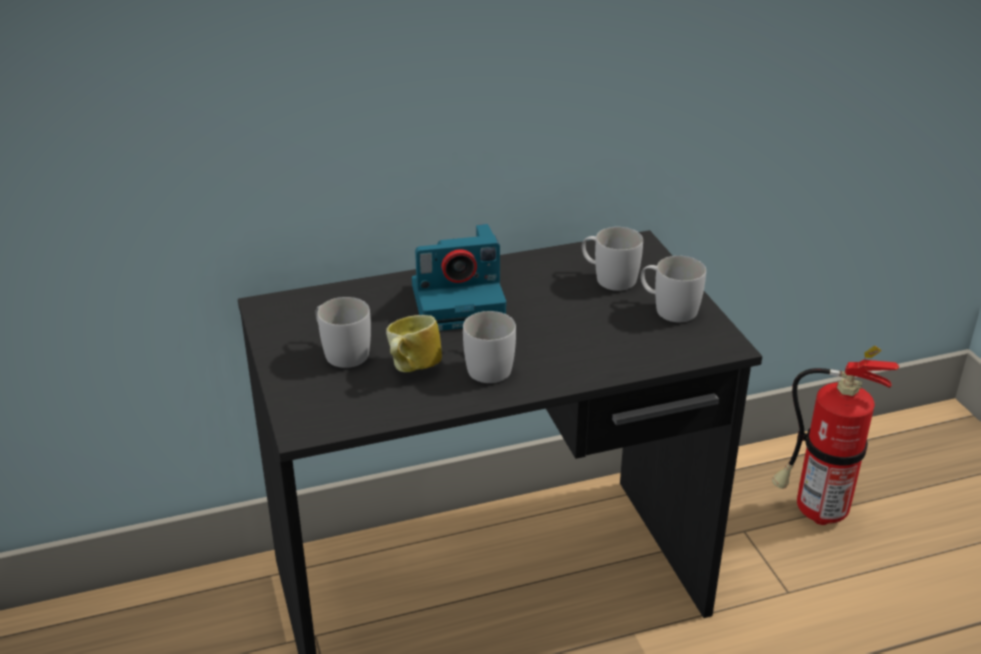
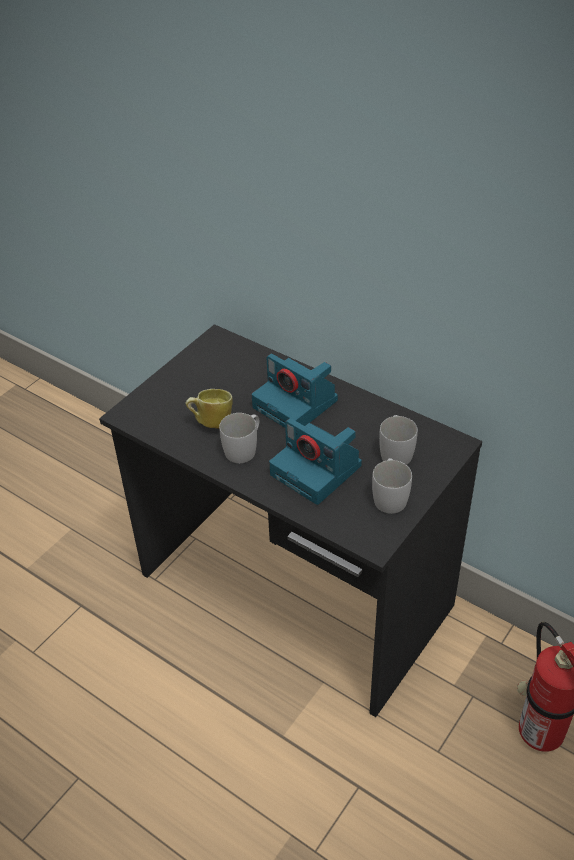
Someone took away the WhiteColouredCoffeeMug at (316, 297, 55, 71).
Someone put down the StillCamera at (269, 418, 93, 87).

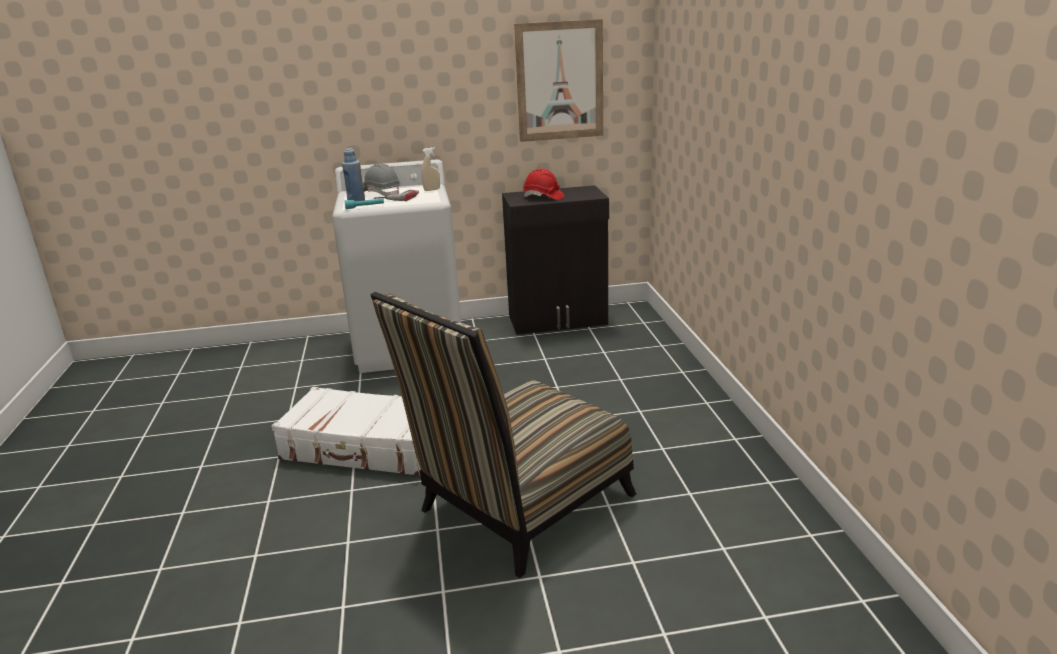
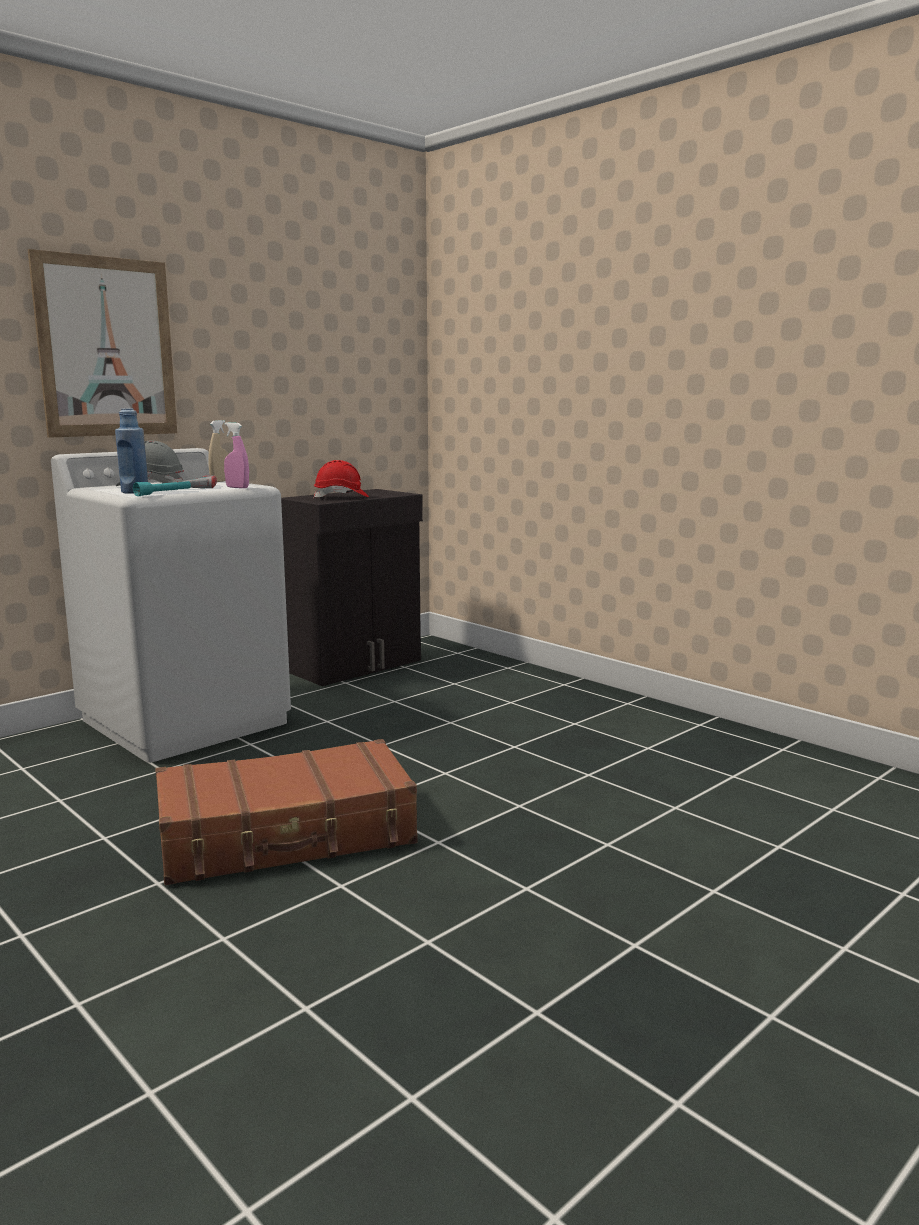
Someone repainted the WhiteColouredTravelCase at (272, 387, 149, 89), which became the BrownTravelCase at (155, 739, 263, 146).
Someone took away the Chair at (371, 292, 265, 286).
Someone carried the WallPicture from (514, 19, 89, 123) to (28, 249, 149, 189).
Someone put down the PinkColouredSprayer at (224, 422, 25, 66).

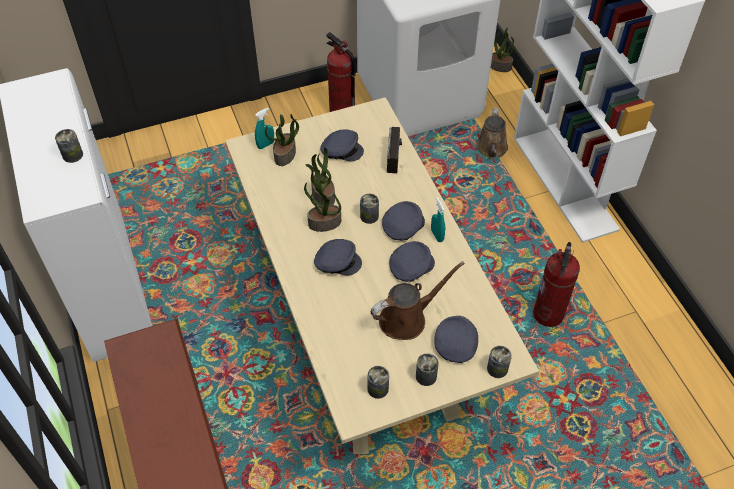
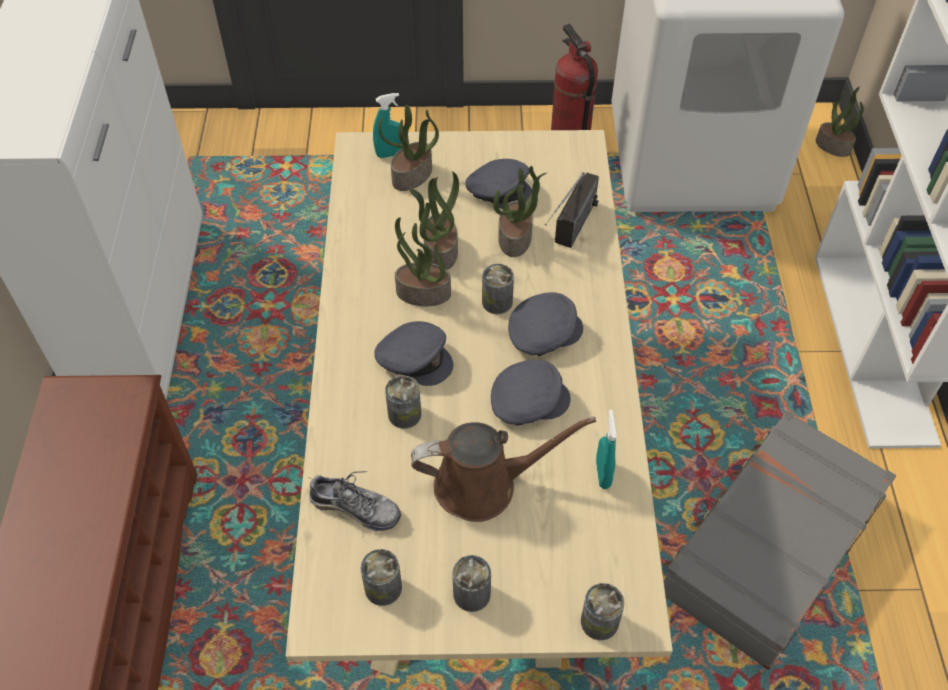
Someone carried the Can from (55, 129, 28, 34) to (385, 375, 36, 54).
Someone carried the BlueGreenSprayer from (431, 197, 14, 45) to (596, 410, 21, 79).
Someone took away the GreyishPeakedCap at (434, 316, 44, 47).
Someone took away the BrownWateringCan at (477, 108, 31, 50).
Someone swapped the FireExtinguisher at (533, 242, 47, 85) for the GreyishTravelCase at (663, 411, 233, 259).
Someone put down the ItemOfFootwear at (307, 471, 94, 60).
Someone put down the Houseplant at (493, 166, 54, 91).

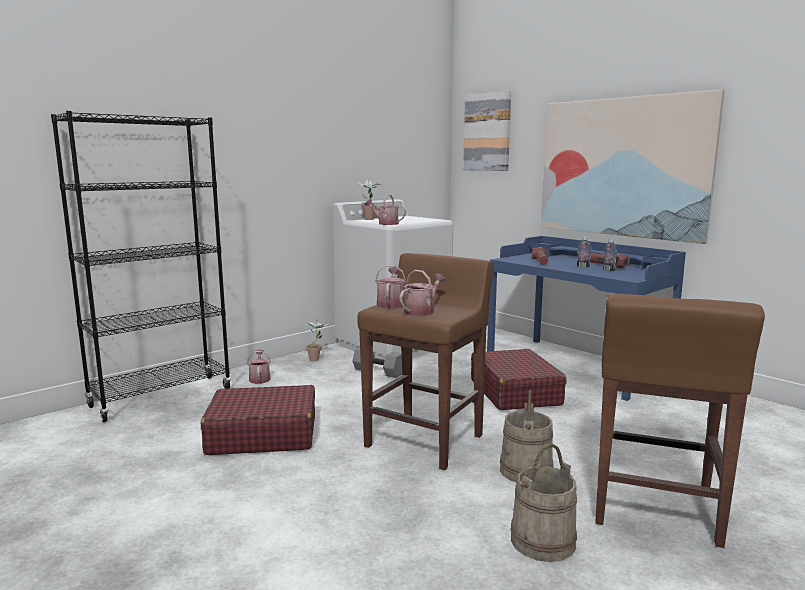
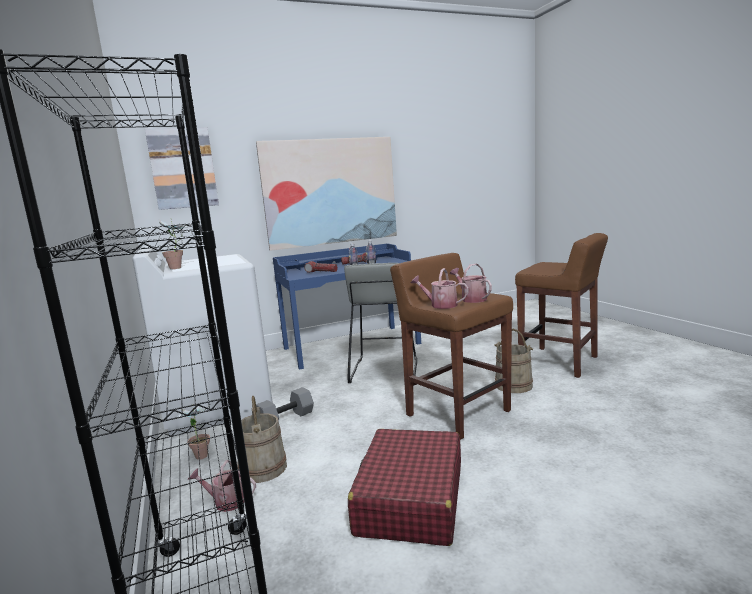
Someone took away the WateringCan at (365, 194, 41, 31).
Someone swapped the RedColouredTravelCase at (471, 349, 96, 61) for the GreyishSittingStool at (344, 263, 73, 120).
Someone carried the SandColouredBucket from (511, 444, 66, 118) to (238, 396, 49, 87).

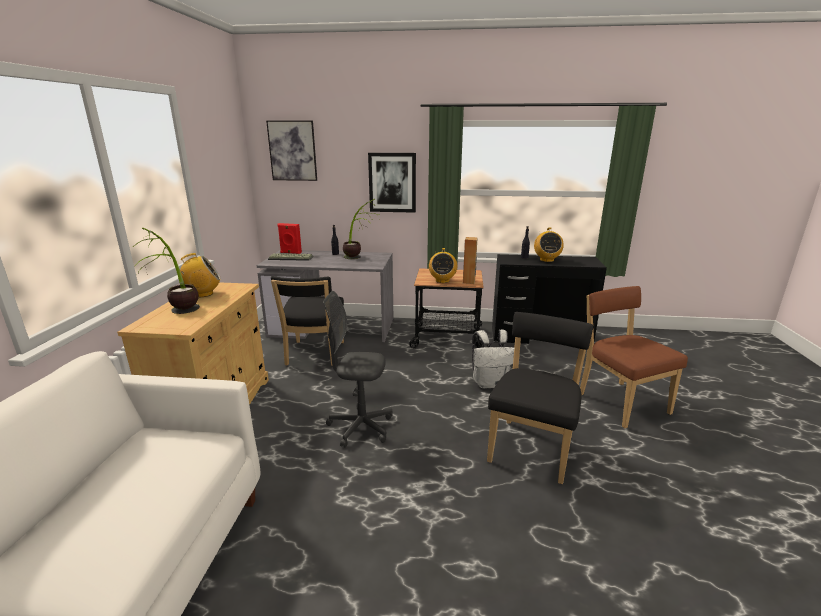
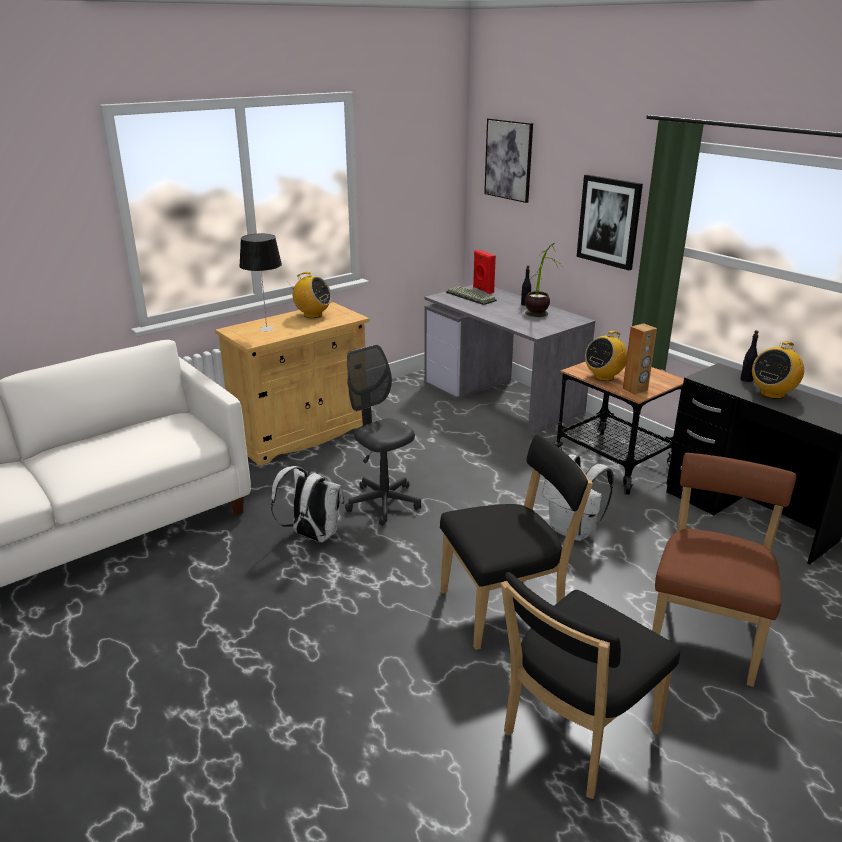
Someone swapped the Houseplant at (133, 228, 67, 86) for the TabletopLamp at (239, 234, 43, 97).
Someone carried the BlackChair from (271, 276, 73, 90) to (501, 572, 179, 227).
Someone put down the WhiteColouredBackpack at (271, 466, 74, 76).

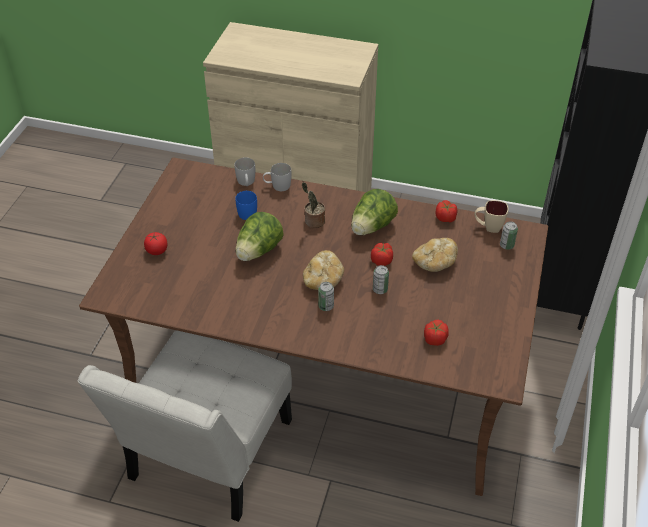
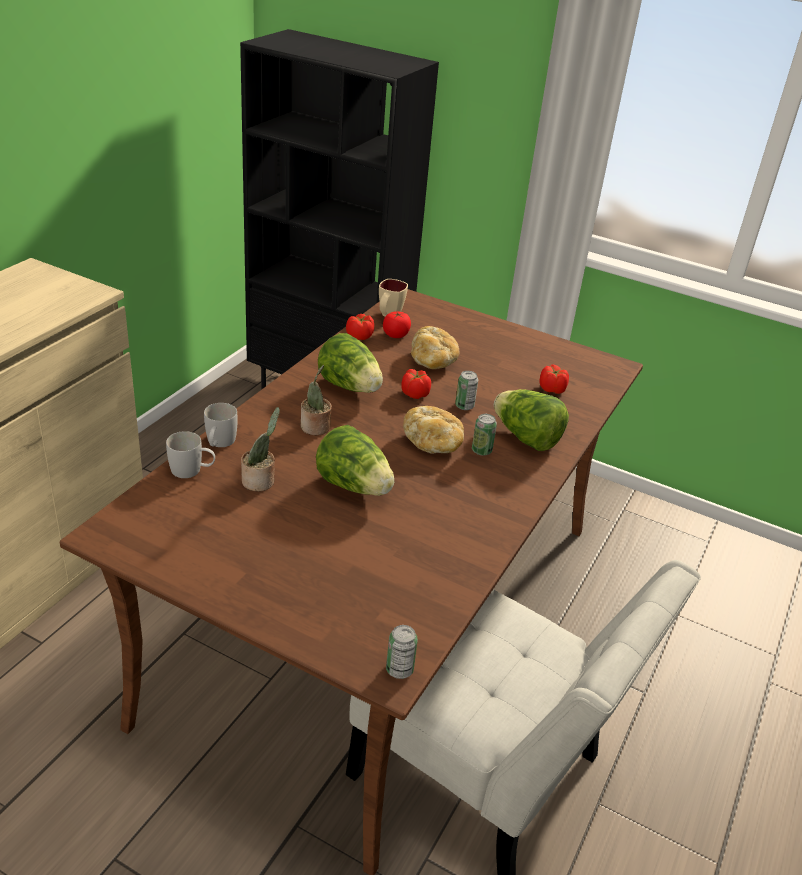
Someone carried the Tomato from (144, 232, 23, 23) to (383, 311, 28, 27).
Someone swapped the BlueColouredCoffeeMug at (235, 191, 22, 29) for the Houseplant at (241, 407, 39, 84).
Someone carried the Can from (500, 222, 18, 28) to (386, 625, 32, 54).
Someone put down the Lettuce at (494, 389, 75, 62).

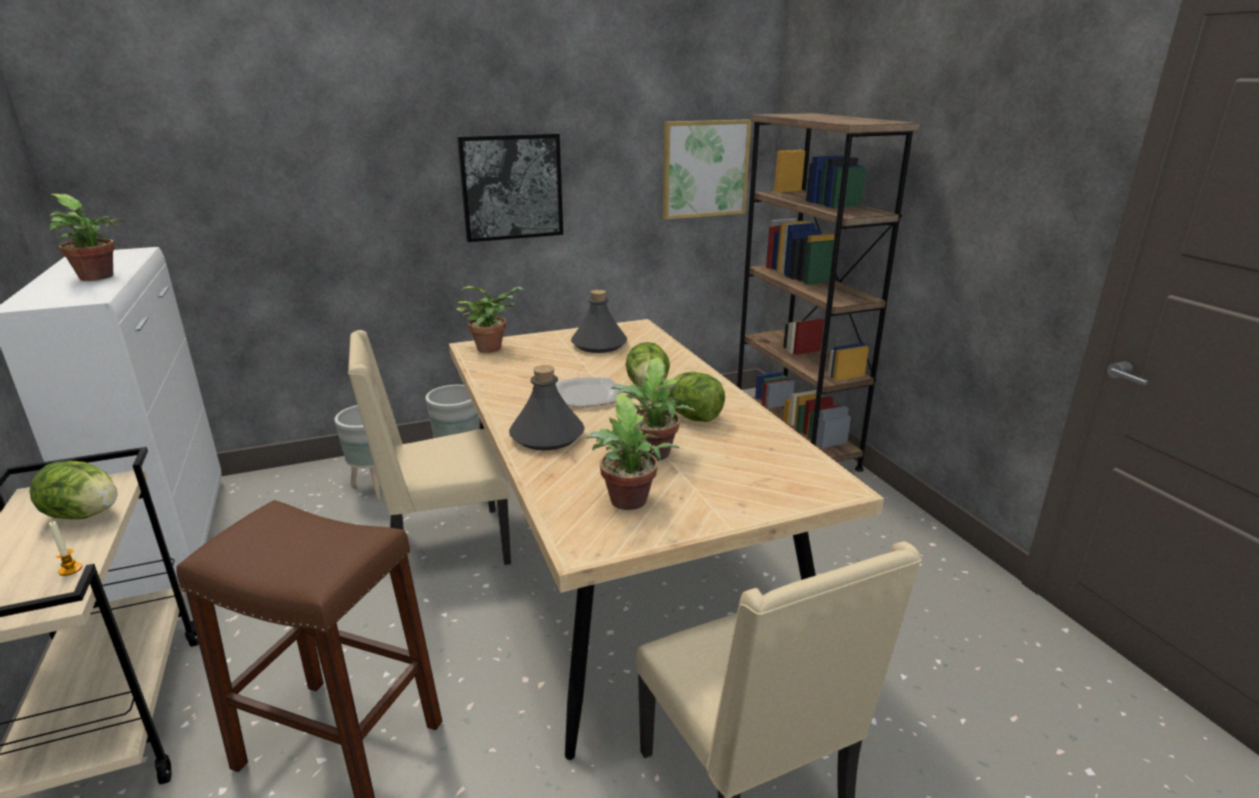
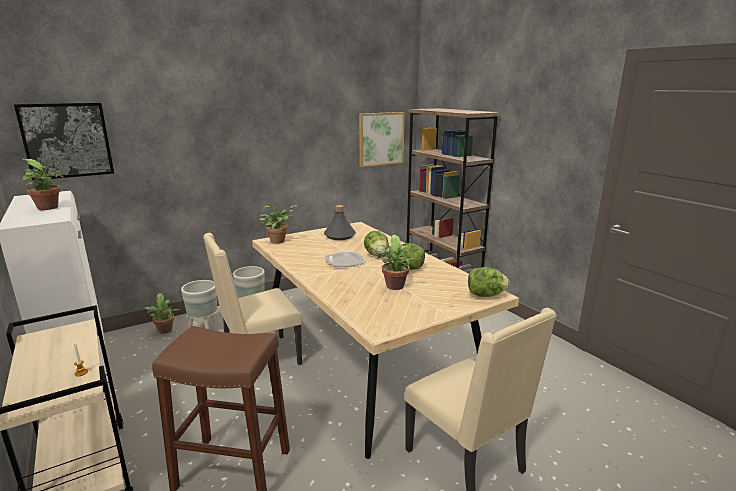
Someone carried the Lettuce from (29, 461, 89, 58) to (468, 267, 42, 30).
Someone carried the WallPicture from (457, 133, 106, 109) to (14, 103, 100, 78).
Someone took away the GreyishBottle at (509, 365, 76, 85).
Someone carried the Houseplant from (587, 394, 92, 116) to (143, 293, 37, 41).

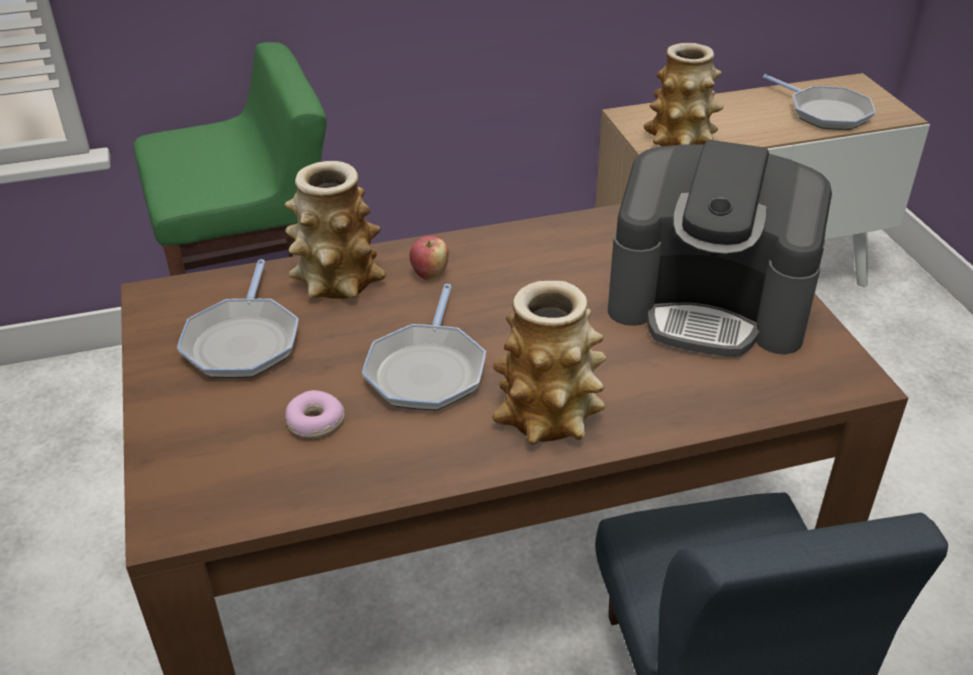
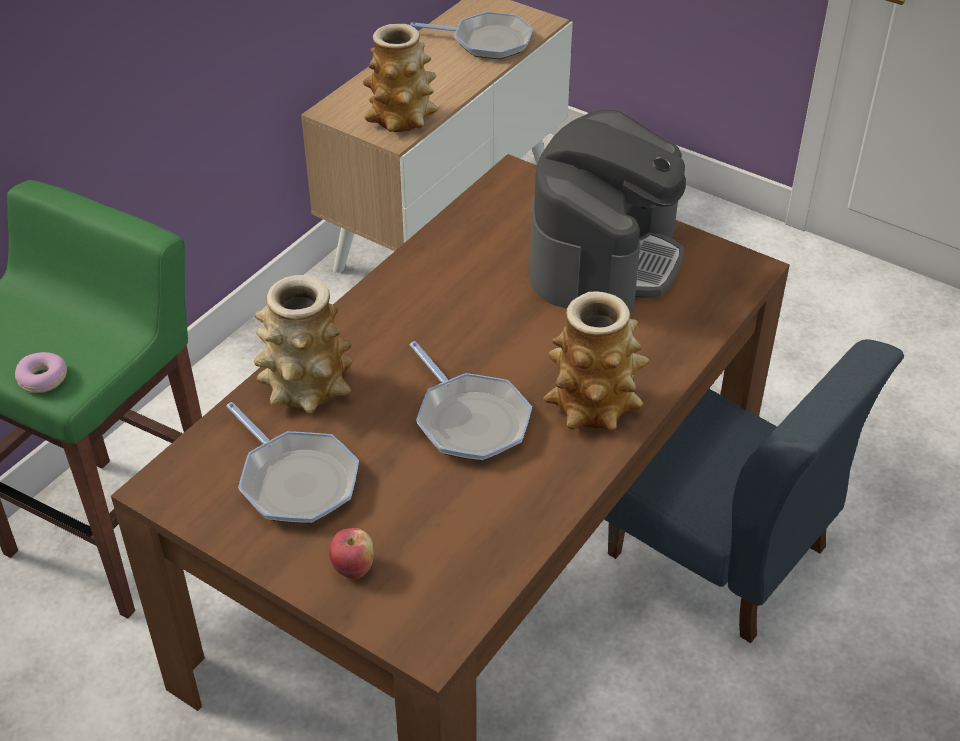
Someone carried the RingDoughnut from (285, 390, 60, 48) to (15, 352, 52, 41).
Someone carried the WholeApple from (410, 236, 39, 44) to (329, 528, 45, 51).
Someone rotated the CoffeeMaker at (608, 140, 224, 216) by 45 degrees counterclockwise.

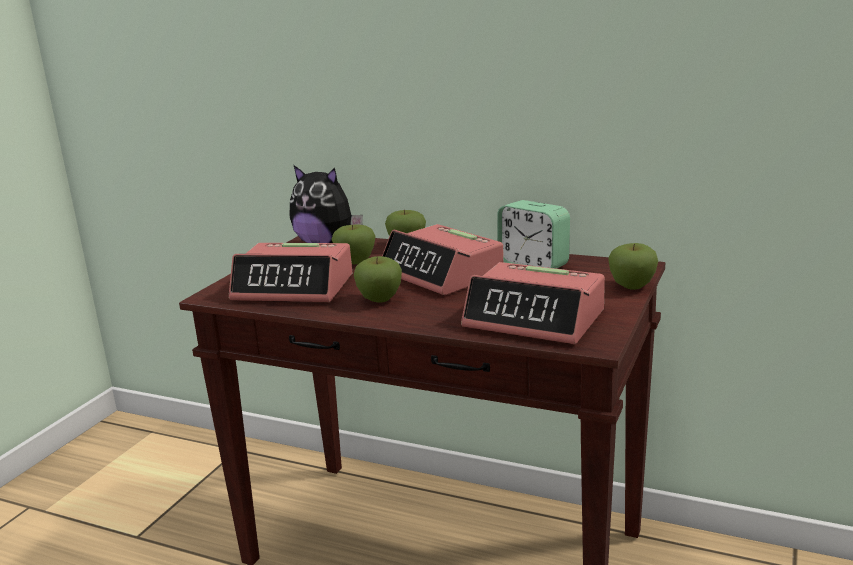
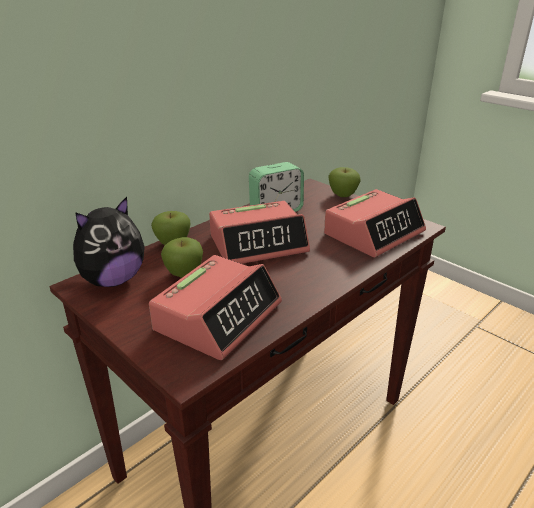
Someone took away the WholeApple at (354, 256, 48, 47).

